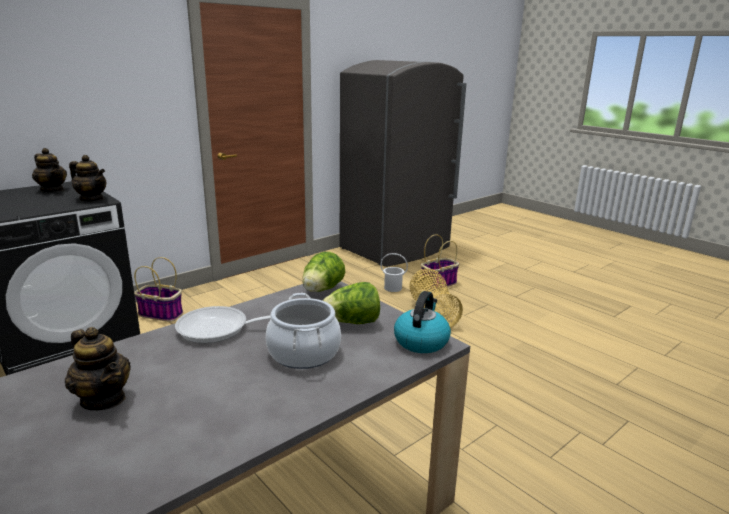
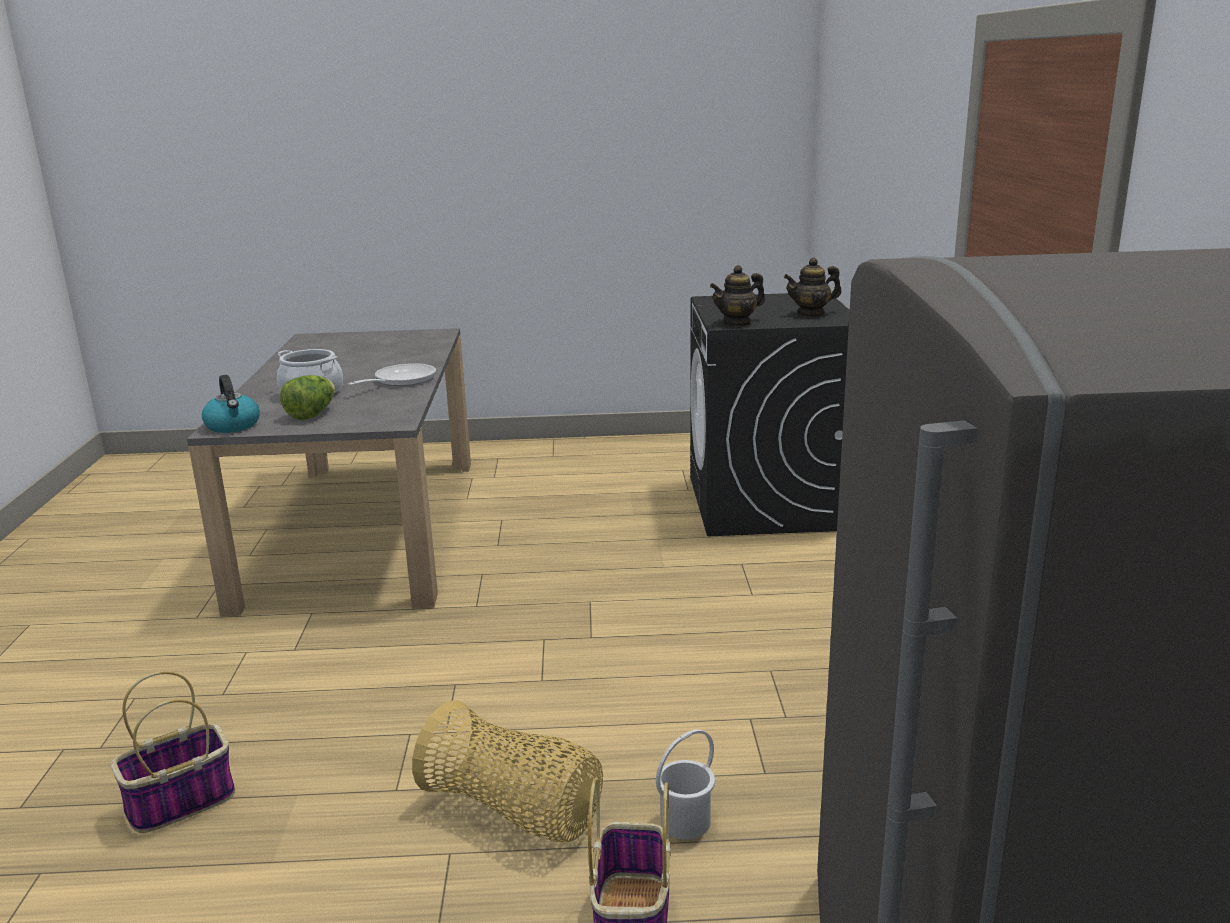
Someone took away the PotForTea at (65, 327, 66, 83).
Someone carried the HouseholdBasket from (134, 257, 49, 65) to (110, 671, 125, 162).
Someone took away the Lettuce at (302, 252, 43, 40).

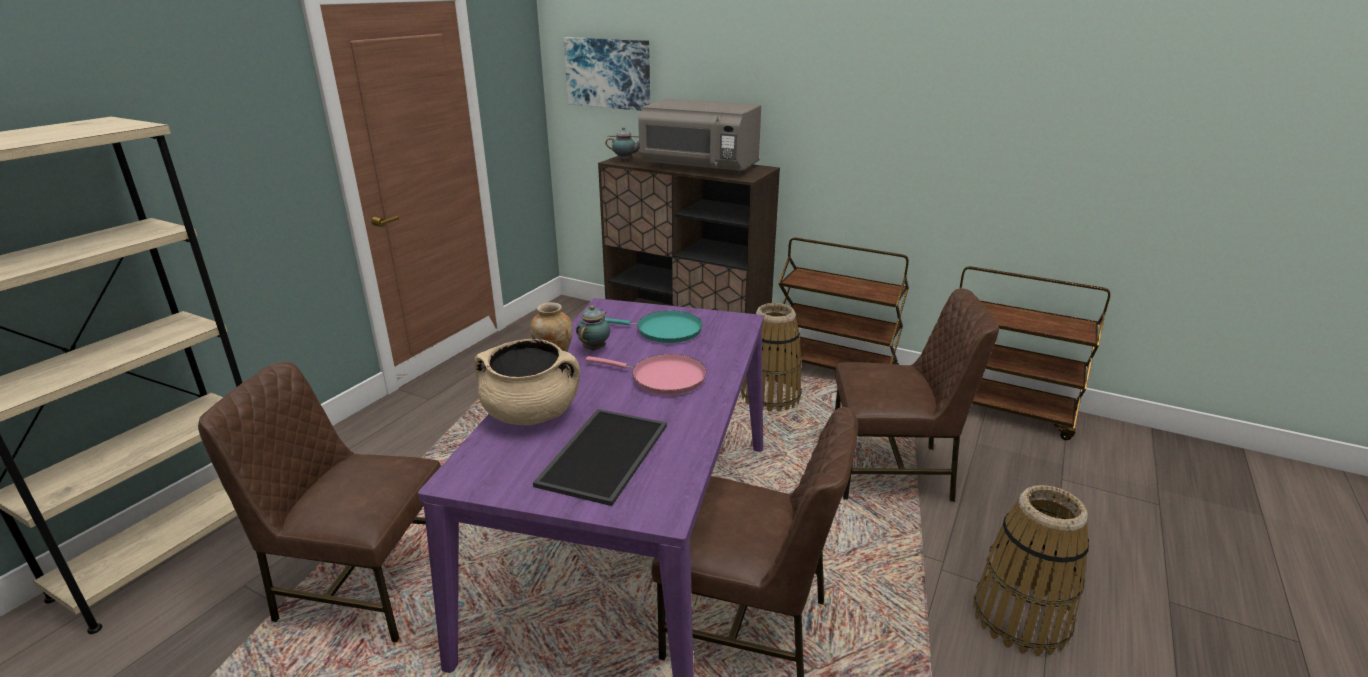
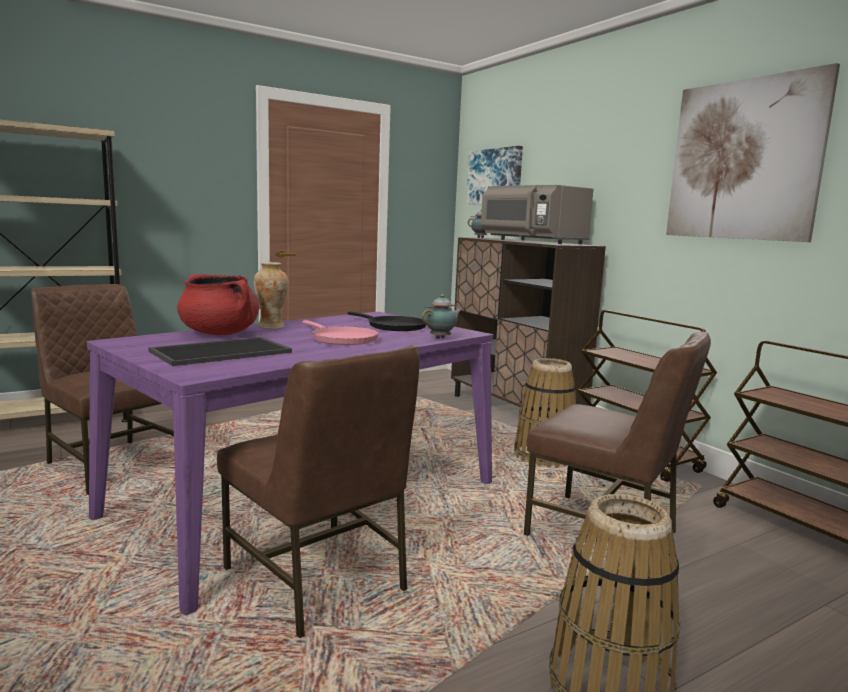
Someone repainted the SandColouredSaucepot at (474, 339, 106, 86), which became the RedColouredSaucepot at (177, 274, 83, 61).
Someone carried the PotForTea from (576, 305, 34, 46) to (422, 294, 40, 45).
Someone repainted the BlueGreenSkillet at (605, 311, 98, 32), which became the BlackSkillet at (347, 312, 80, 19).
Someone put up the WallPicture at (666, 63, 174, 179).

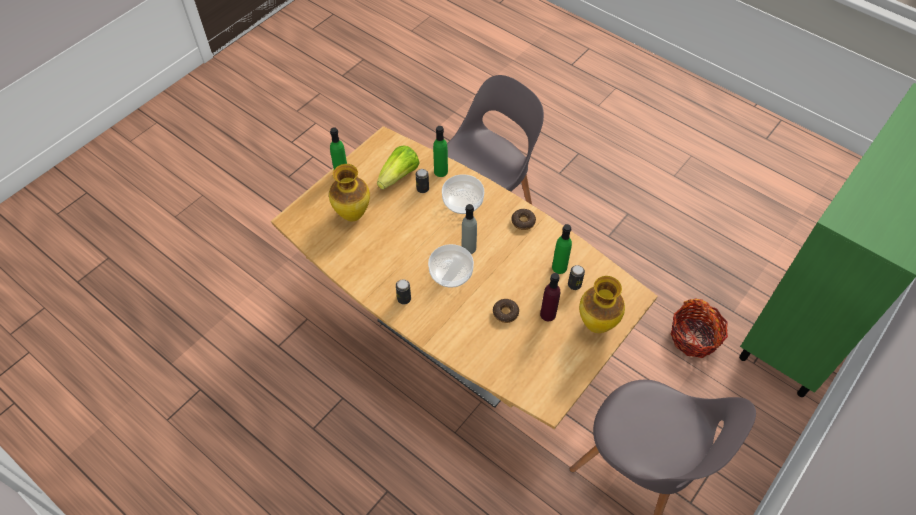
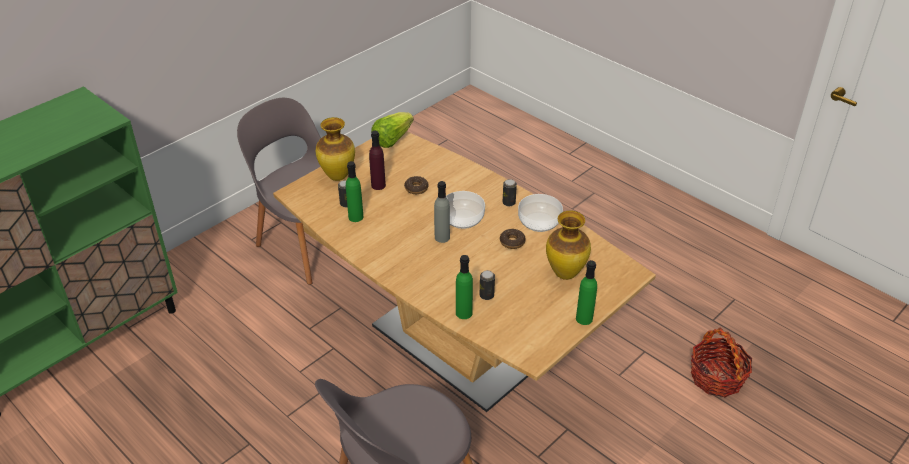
Someone carried the Lettuce from (377, 145, 43, 44) to (371, 112, 43, 36).
Someone carried the Bowl from (442, 174, 42, 40) to (518, 194, 45, 38).
Someone carried the RingDoughnut from (511, 209, 25, 21) to (500, 229, 26, 20).
Someone carried the HouseholdBasket from (671, 299, 57, 59) to (691, 327, 61, 70).

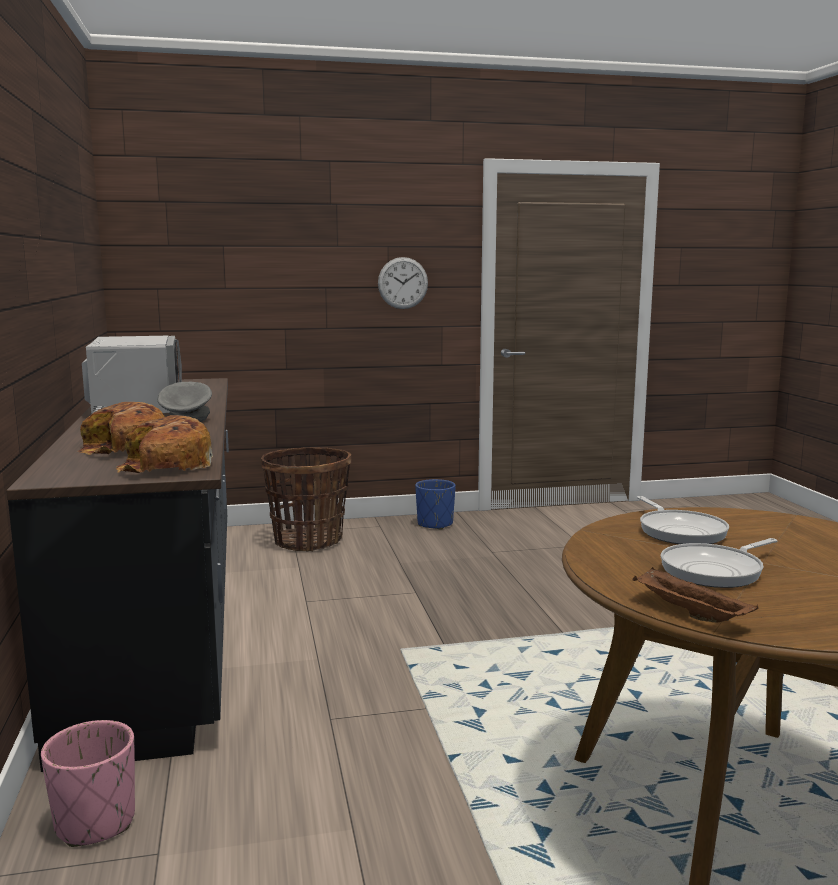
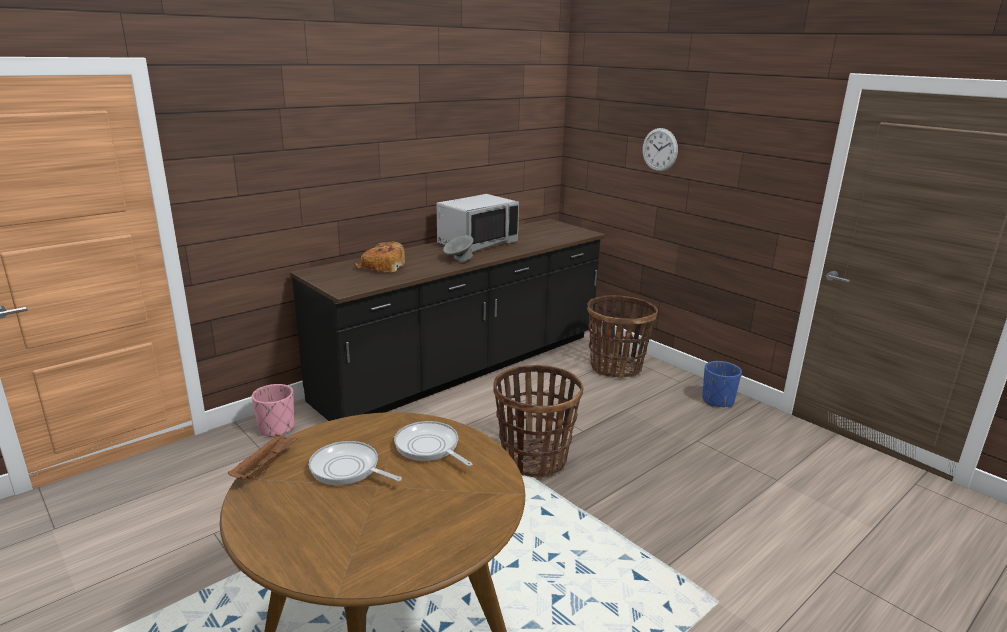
Someone took away the BakeryBread at (115, 415, 98, 58).
Someone carried the HangingClock from (378, 257, 50, 52) to (643, 128, 35, 43).
Someone rotated the Skillet at (637, 496, 92, 48) by 90 degrees clockwise.
Someone put down the HouseholdBasket at (493, 365, 90, 113).

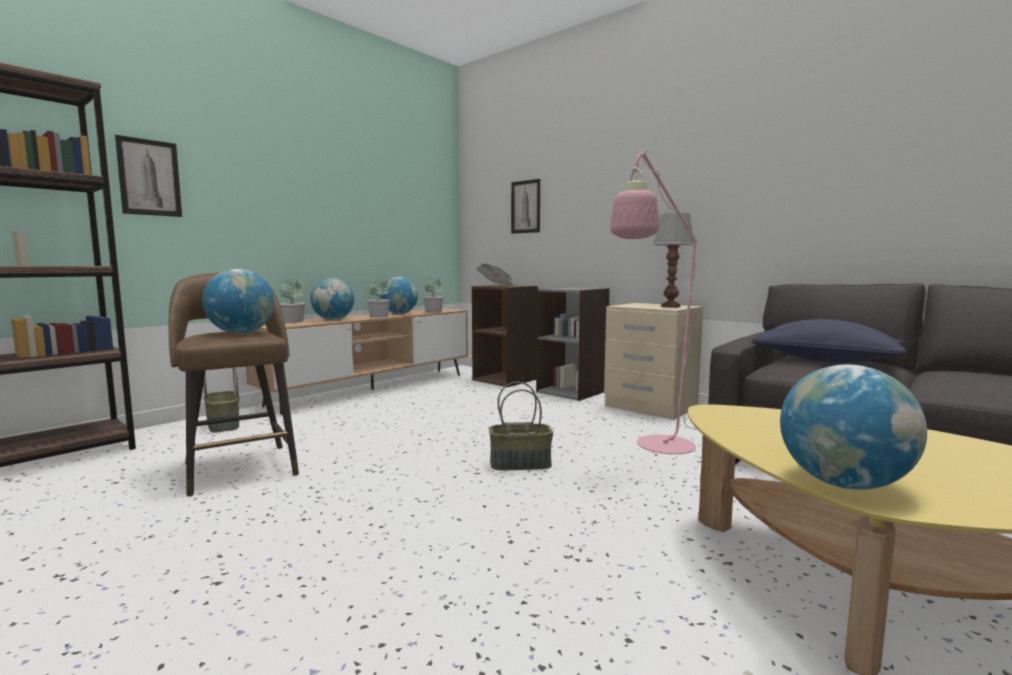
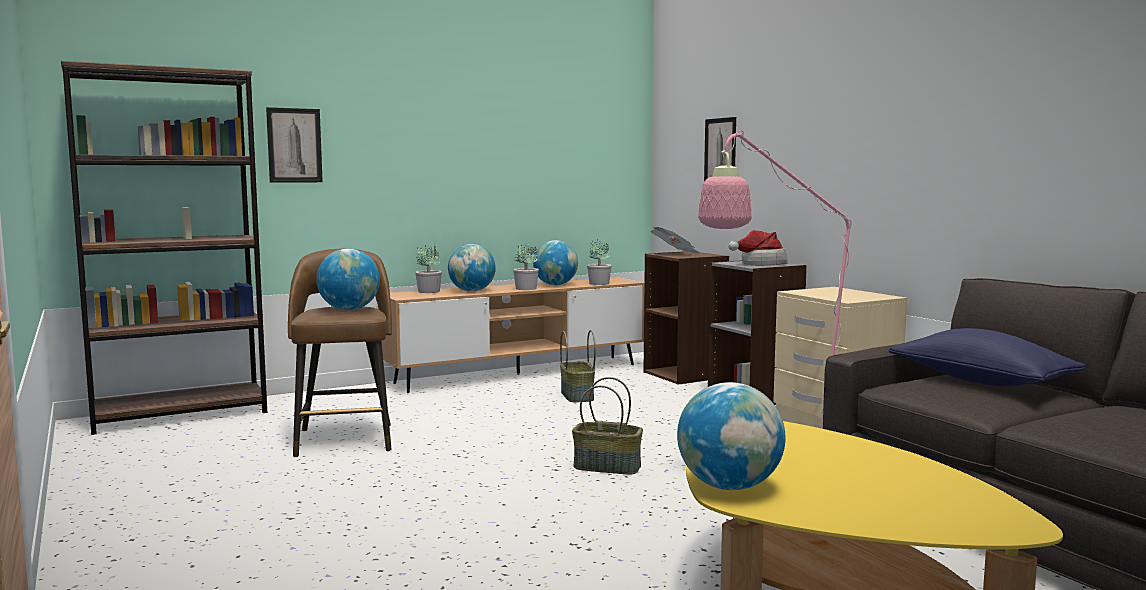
Someone carried the HouseholdBasket from (203, 367, 36, 66) to (560, 330, 36, 72).
Someone took away the TabletopLamp at (653, 213, 40, 95).
Someone put down the ClothingHat at (728, 230, 60, 36).

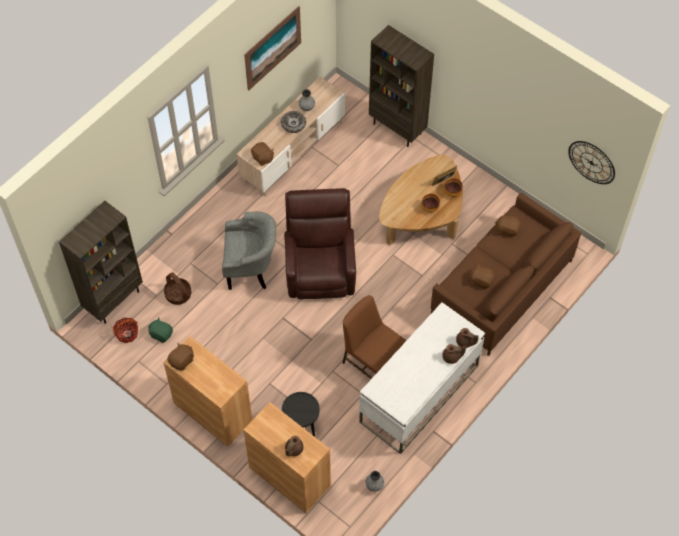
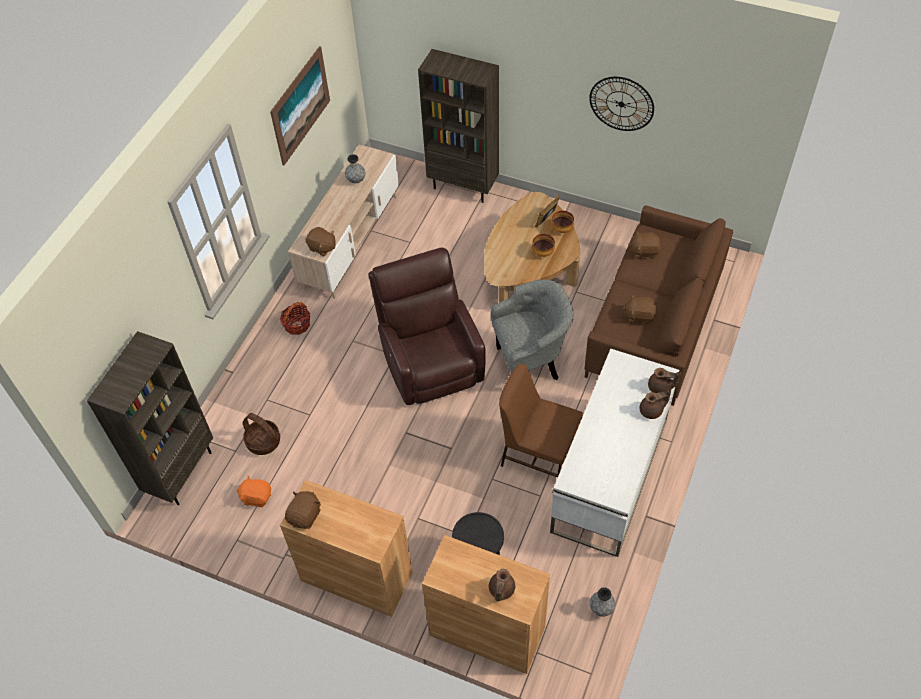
Someone carried the HouseholdBasket from (113, 317, 25, 26) to (280, 302, 30, 33).
Someone repainted the GreenishCuddlyToy at (148, 318, 25, 25), which became the OrangeCuddlyToy at (237, 475, 34, 32).
Someone carried the GreyishLoungeChair from (222, 212, 54, 78) to (491, 279, 83, 101).
Someone took away the Bowl at (281, 111, 25, 22).
Someone carried the HangingClock from (568, 141, 47, 43) to (589, 77, 65, 54).

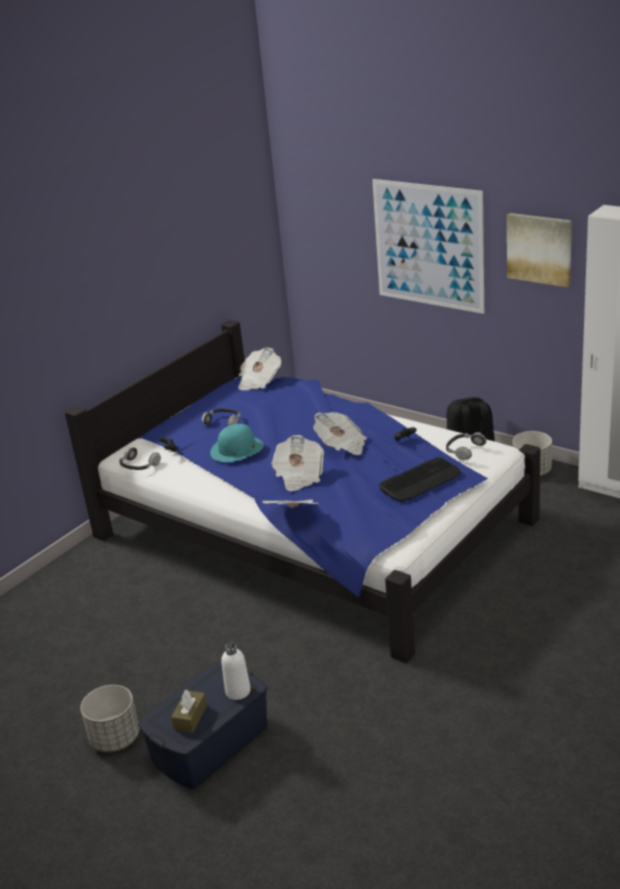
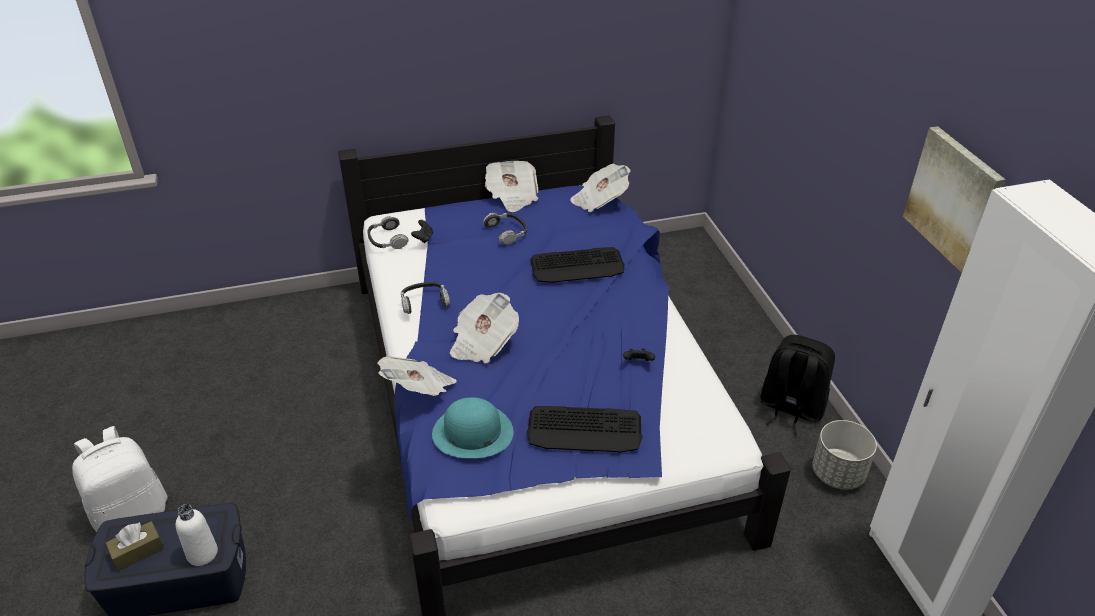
Someone swapped the GreyishPlanter at (80, 685, 59, 67) for the WhiteColouredBackpack at (72, 426, 96, 106).
Someone carried the BlueGreenClothingHat from (210, 424, 54, 38) to (432, 397, 82, 61).
Someone carried the PrintedPaper from (313, 412, 54, 43) to (485, 161, 53, 51).
Someone took away the WallPicture at (372, 179, 112, 135).
Someone carried the Headset from (446, 432, 41, 28) to (401, 282, 49, 32).
Someone put down the PcKeyboard at (530, 247, 95, 36).

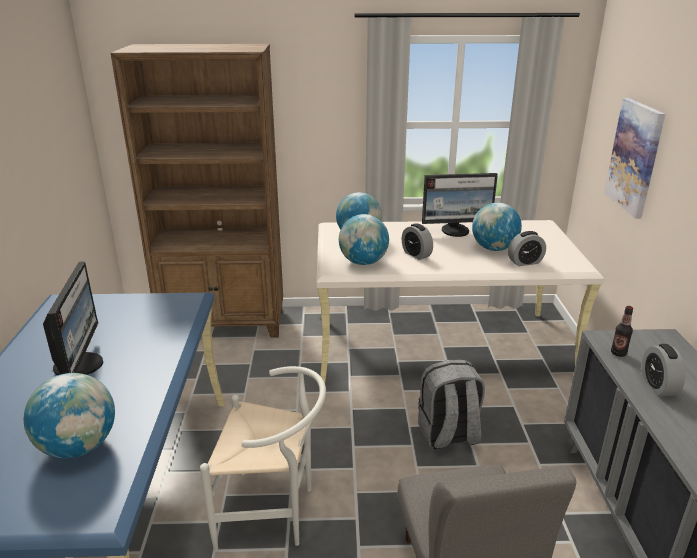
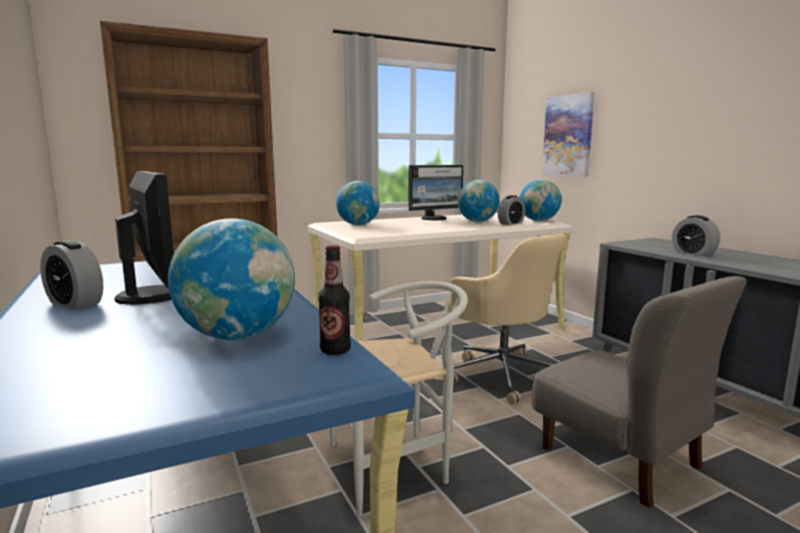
Someone carried the WorldGlobe from (339, 214, 50, 51) to (519, 180, 42, 41).
Someone carried the BedsideClock from (402, 223, 31, 37) to (40, 240, 63, 69).
Someone swapped the GreyishBackpack at (418, 360, 67, 89) for the SandColouredComputerChair at (447, 234, 119, 171).
Someone carried the Bottle from (611, 306, 22, 51) to (318, 245, 33, 110).

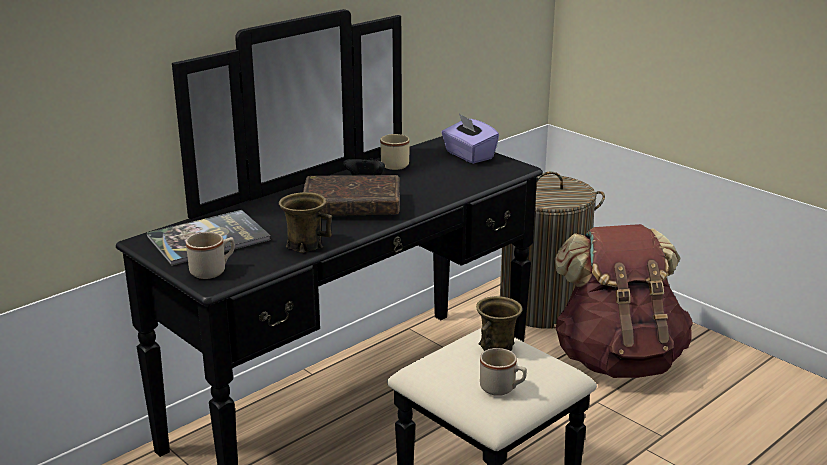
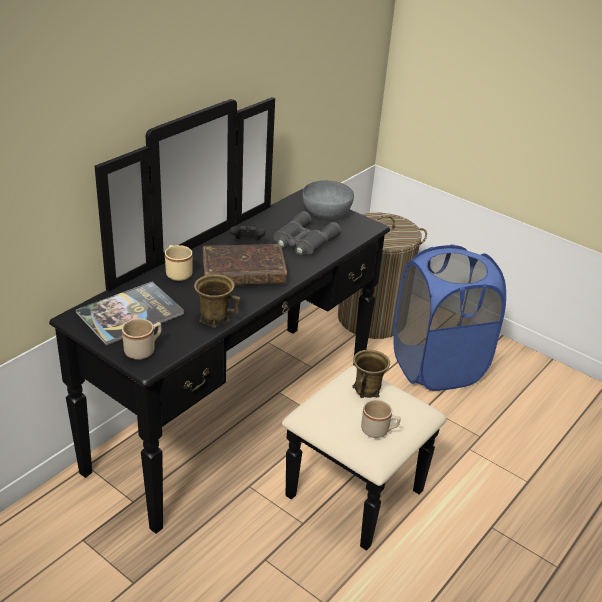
Someone carried the SandColouredCoffeeMug from (380, 134, 30, 36) to (165, 245, 28, 36).
Someone swapped the PurplishBoxOfTissues at (441, 114, 58, 50) for the GreyishBowl at (303, 181, 51, 38).
Someone swapped the BrownBackpack at (554, 224, 139, 154) for the BlueColouredWashingBasket at (393, 245, 113, 146).
Someone put down the GreyishBinoculars at (274, 211, 67, 44).

